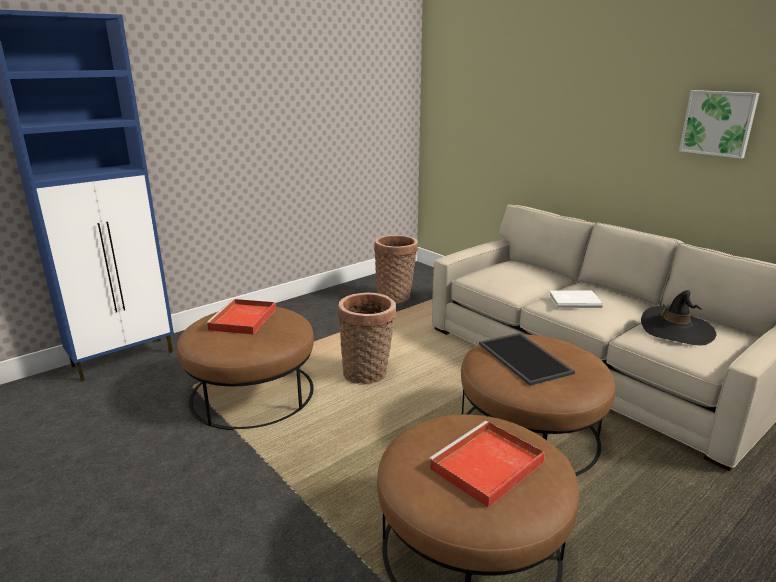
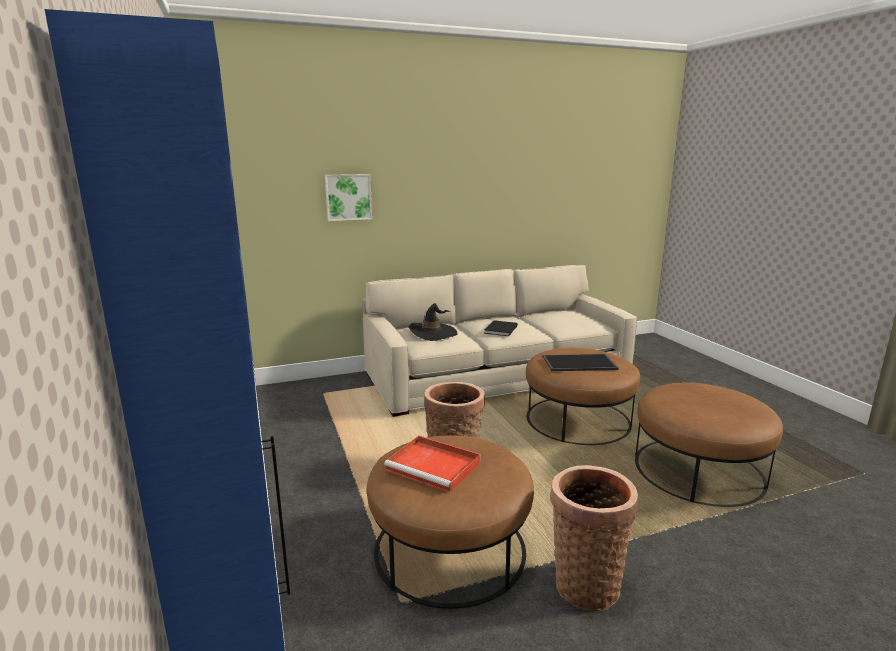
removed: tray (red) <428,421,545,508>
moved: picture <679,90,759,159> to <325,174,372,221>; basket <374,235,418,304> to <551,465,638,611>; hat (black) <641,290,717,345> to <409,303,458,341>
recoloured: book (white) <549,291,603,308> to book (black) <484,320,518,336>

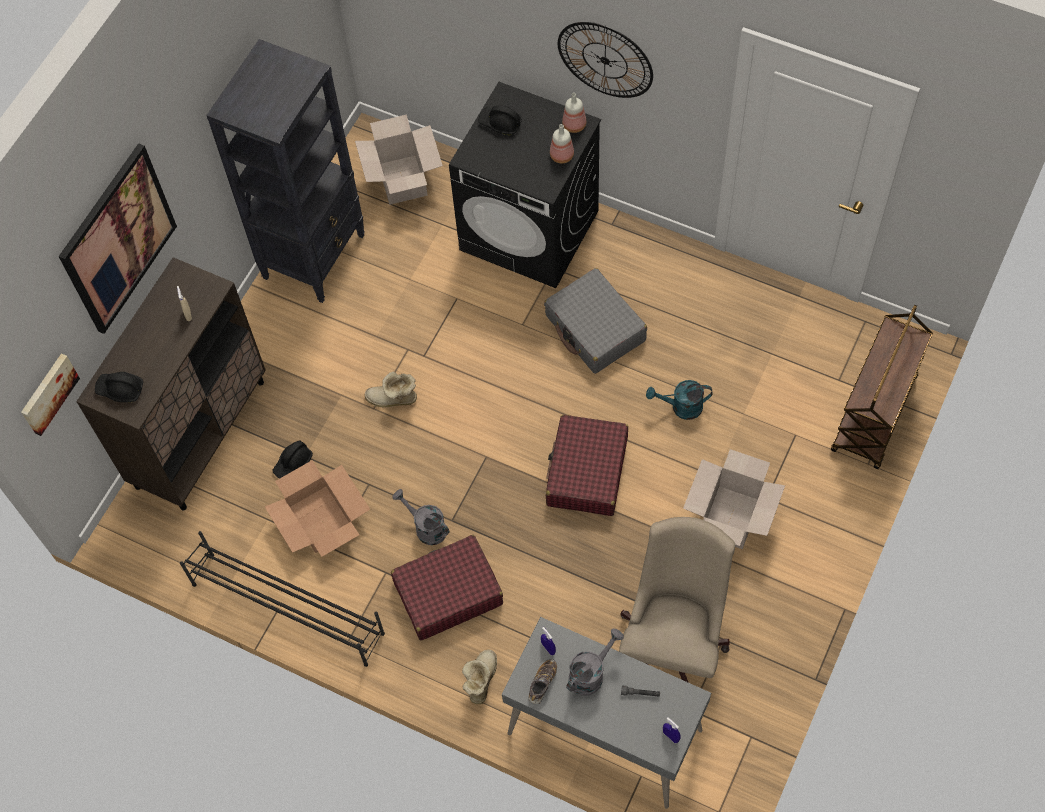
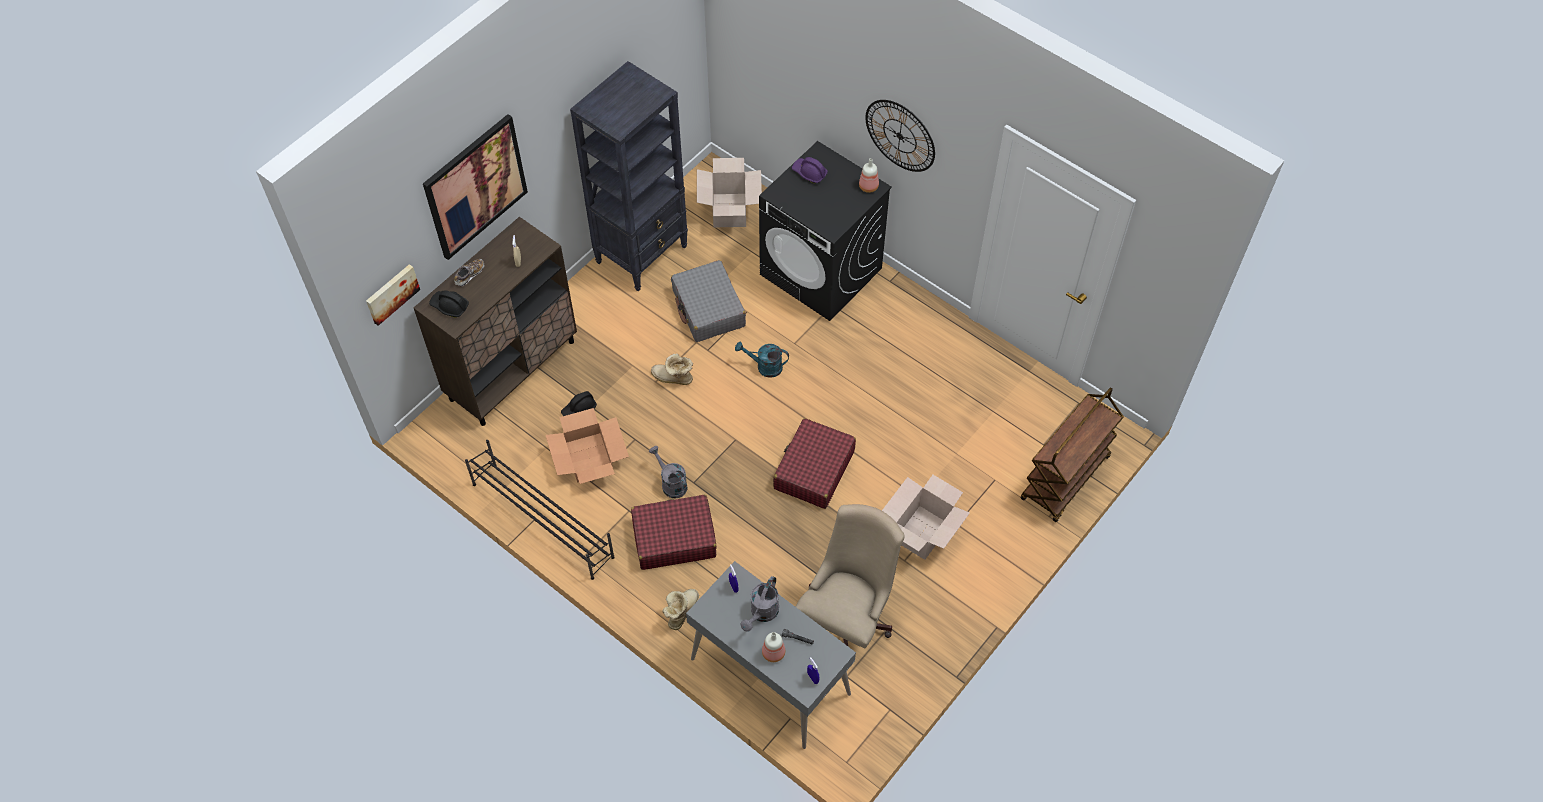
moved: bottle <550,124,574,163> to <762,632,785,662>; suitcase (grey) <544,268,647,374> to <671,260,746,342>; watering can (turquoise) <646,380,713,420> to <735,342,789,378>; shoe <528,659,557,704> to <454,259,485,287>
recoloured: hard hat (black) <478,105,522,135> to hard hat (purple) <792,157,828,183>
turned: watering can (grey) <566,628,624,696> = <741,576,779,632> 150 degrees clockwise

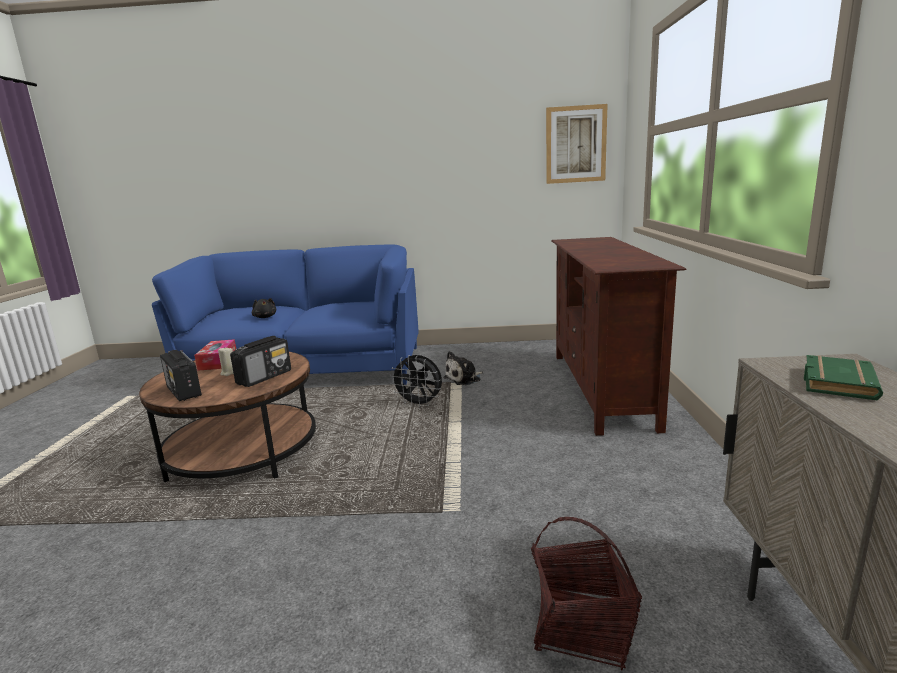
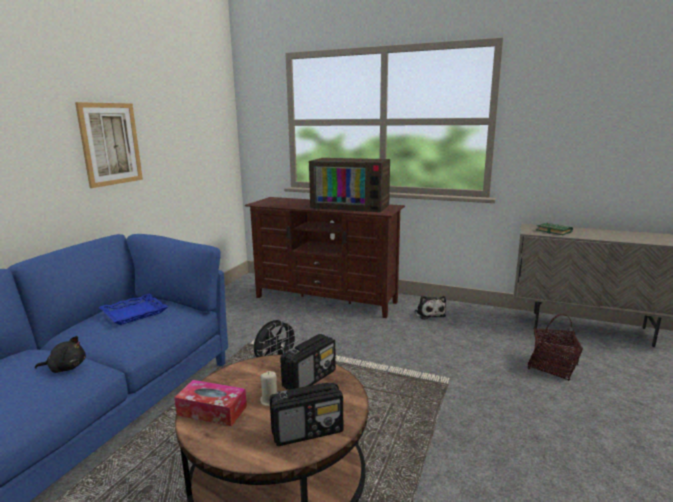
added: television <309,158,390,212>; tray (blue) <99,293,168,325>
moved: picture <546,104,608,184> to <75,102,143,188>; plush toy <444,351,483,385> to <415,296,446,320>
turned: radio <230,336,291,387> = <280,334,336,390> 75 degrees clockwise

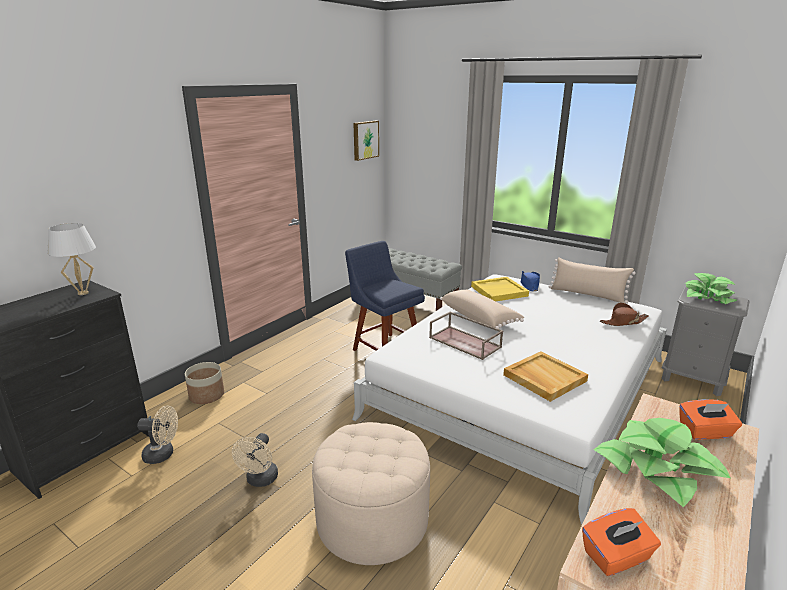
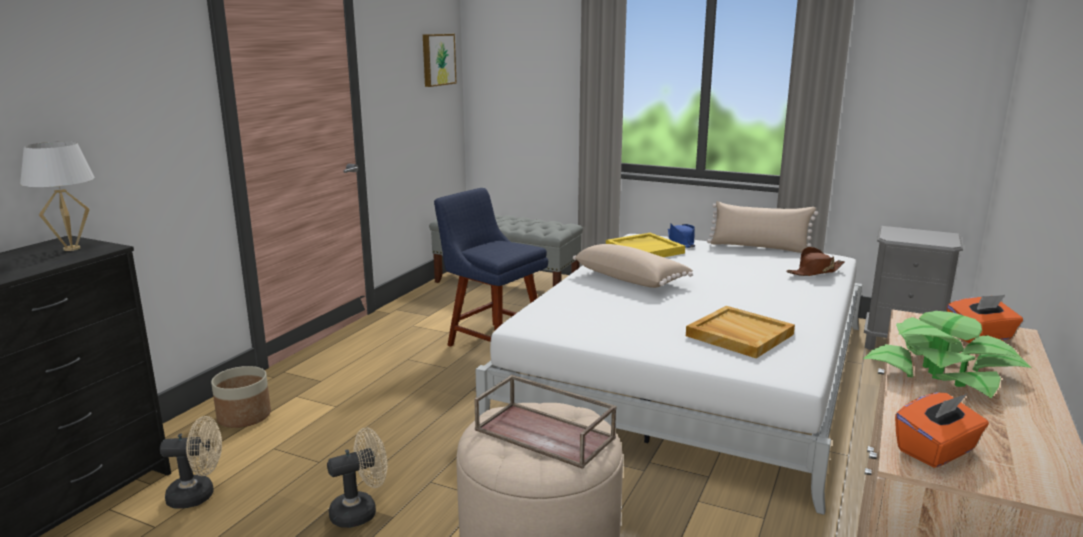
removed: potted plant <685,273,737,304>
moved: tray (brown) <429,312,503,360> to <474,375,617,469>
turned: fan (beige) <232,433,278,487> = <327,428,388,528> 120 degrees counterclockwise

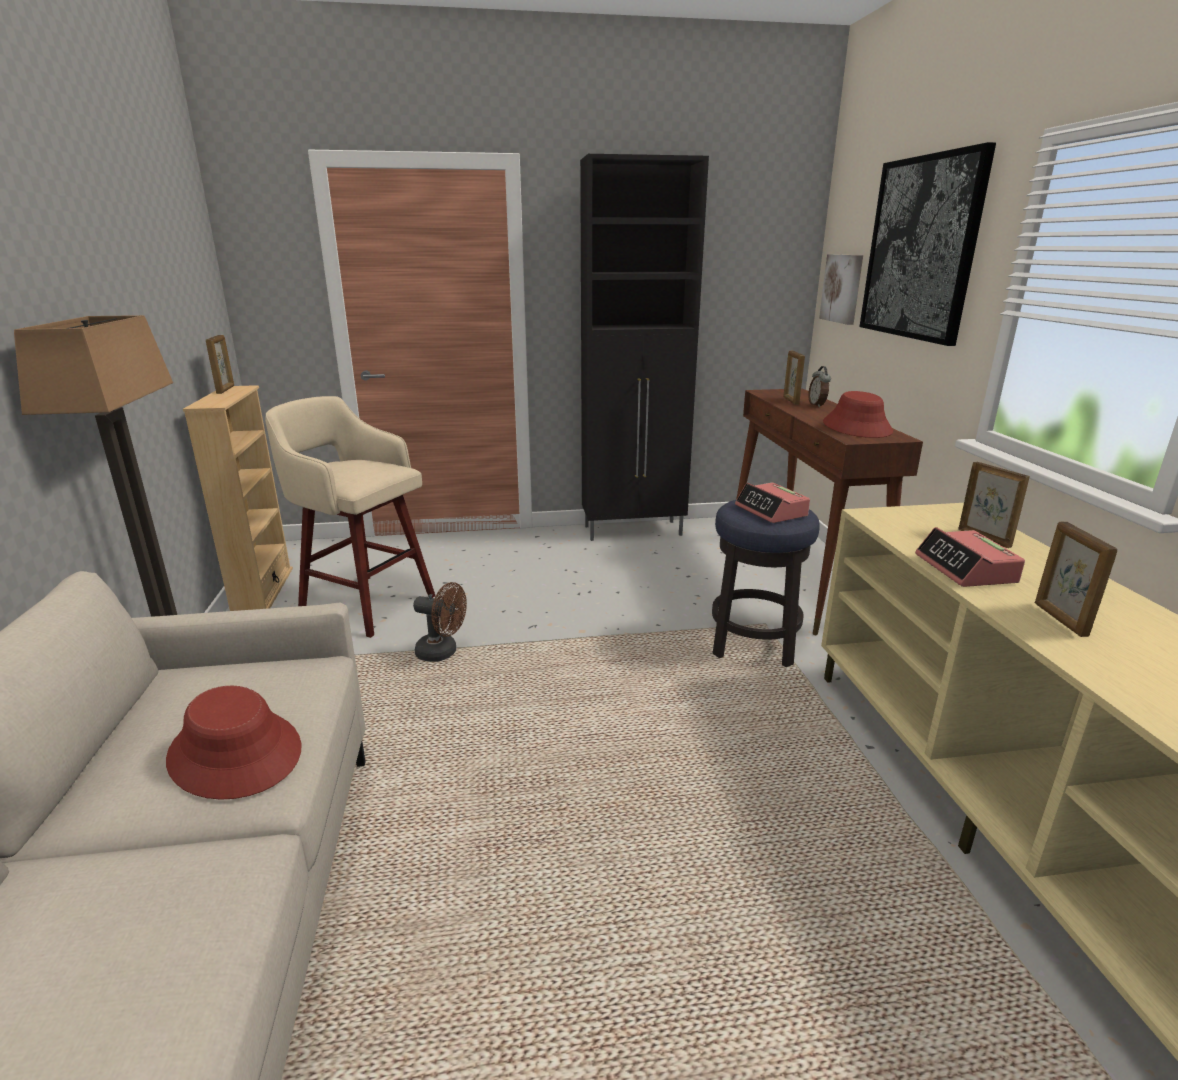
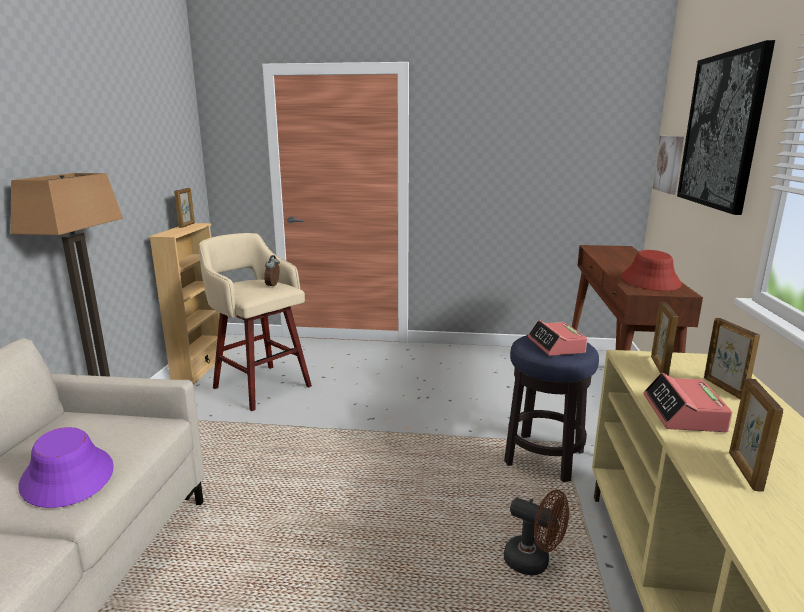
removed: cabinet (black) <580,154,709,541>
moved: picture frame <783,351,805,405> to <651,302,678,376>; alarm clock <808,366,831,408> to <264,255,280,287>; fan (brown) <413,582,467,662> to <504,490,569,576>
recoloured: hat (red) <166,686,302,800> to hat (purple) <19,427,114,508>

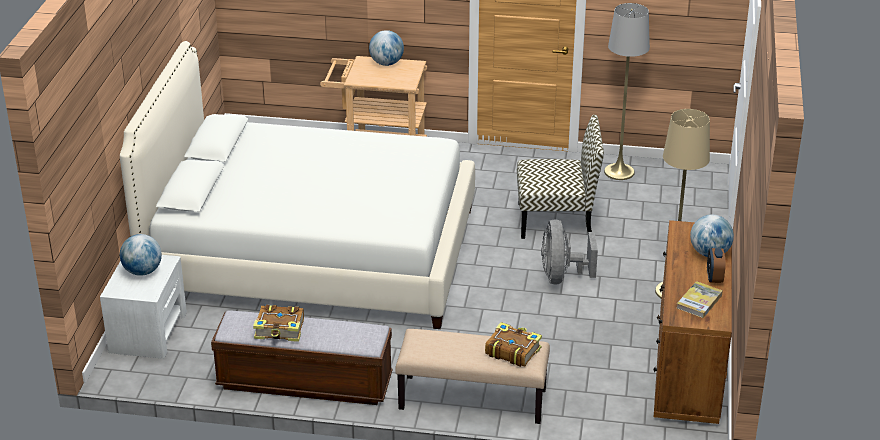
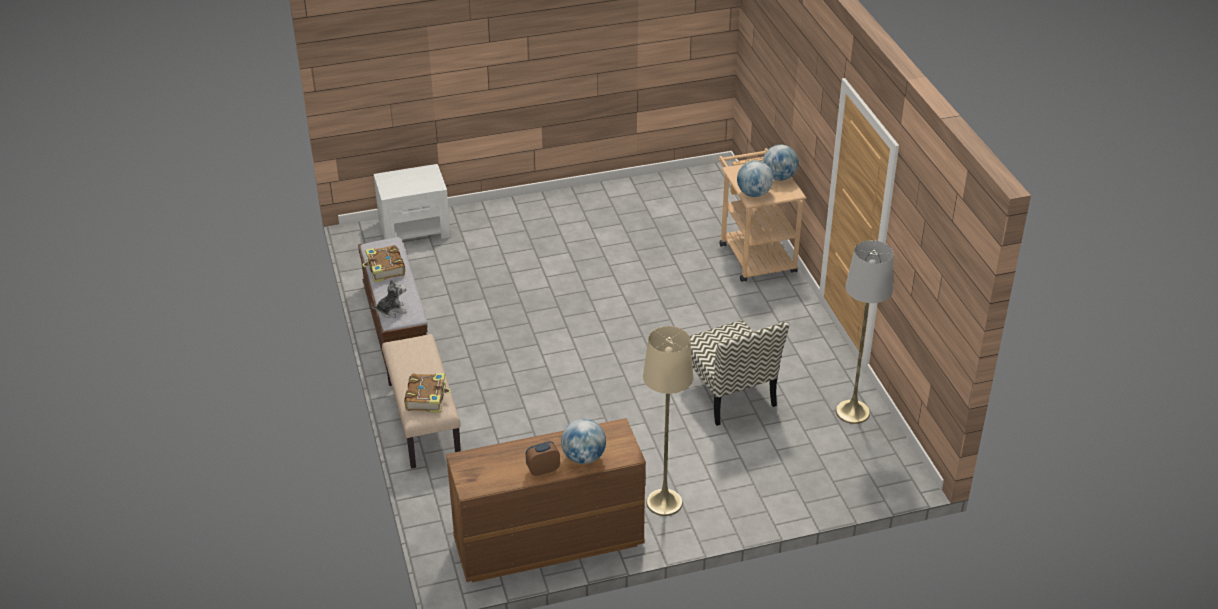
removed: bed (white) <120,41,475,329>; fan (grey) <541,219,598,284>; book <676,281,723,318>
added: plush toy <371,279,407,318>
moved: globe <120,234,162,276> to <737,160,773,197>

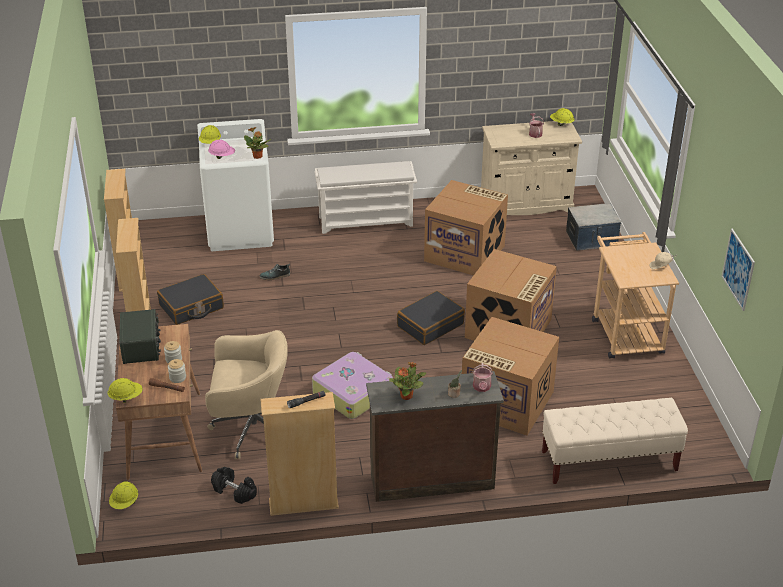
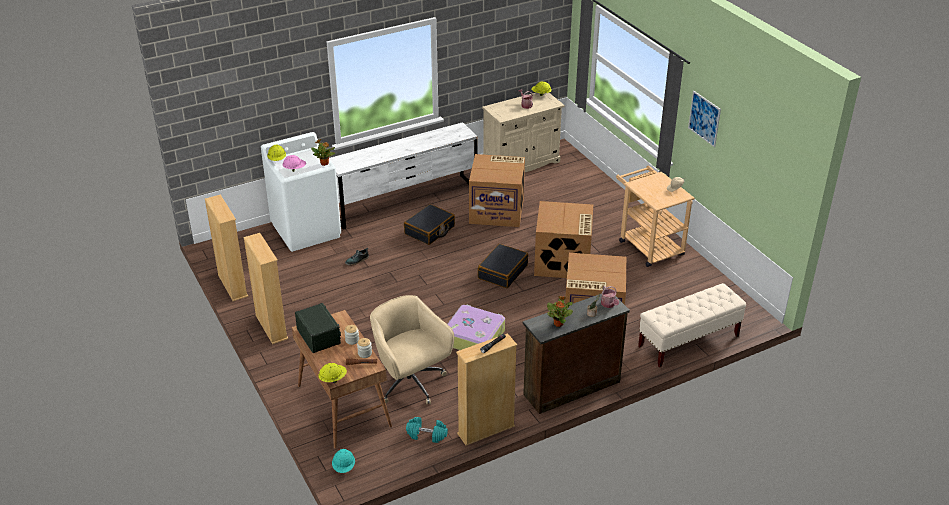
removed: storage box <566,203,621,251>
moved: picture <722,229,755,311> to <688,91,721,147>; suitcase (black) <157,274,224,325> to <404,204,455,245>
replaced: shoe rack (white) <315,161,417,234> to dresser (white) <329,122,478,229>
recoloured: dumbbell (black) <211,467,257,504> to dumbbell (turquoise) <406,417,448,443>; hard hat (yellow) <109,481,138,509> to hard hat (turquoise) <332,449,355,473>
turned: office chair (beige) <205,330,288,459> = <370,295,454,405> 105 degrees counterclockwise

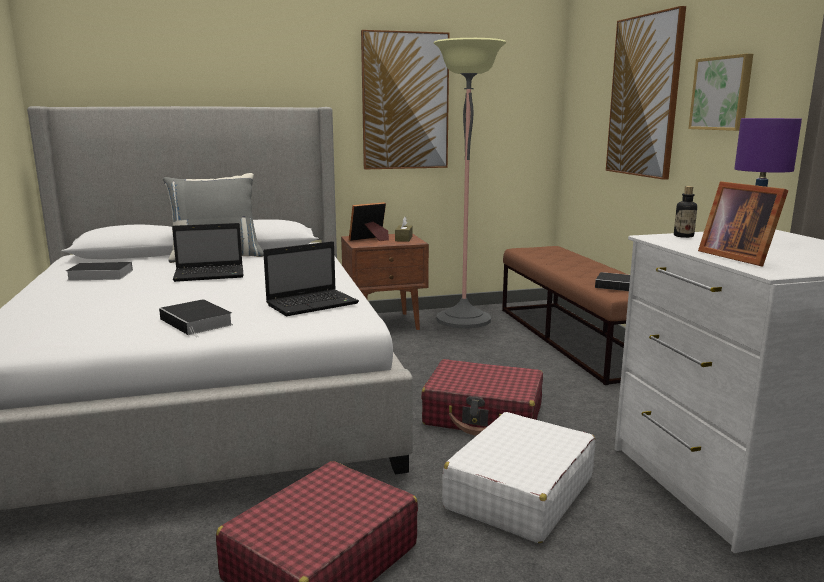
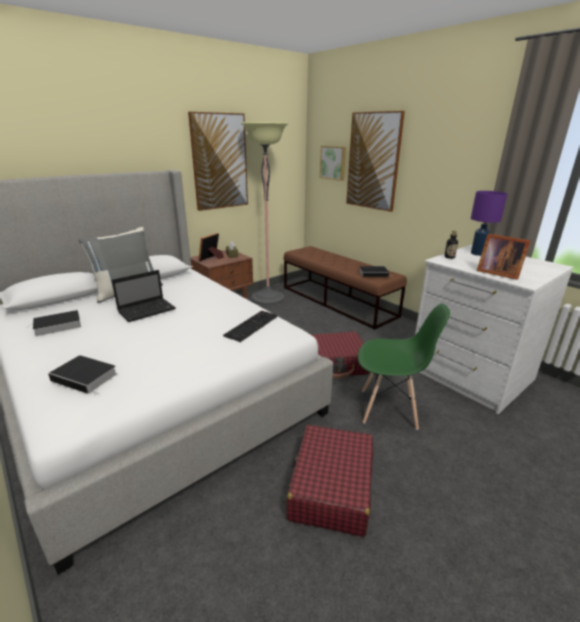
moved: picture <688,54,753,131> to <320,146,346,181>; book <159,299,233,337> to <48,355,117,395>
replaced: laptop <263,241,359,316> to keyboard <223,311,278,342>; suitcase (white) <442,412,595,543> to chair (green) <358,304,450,430>

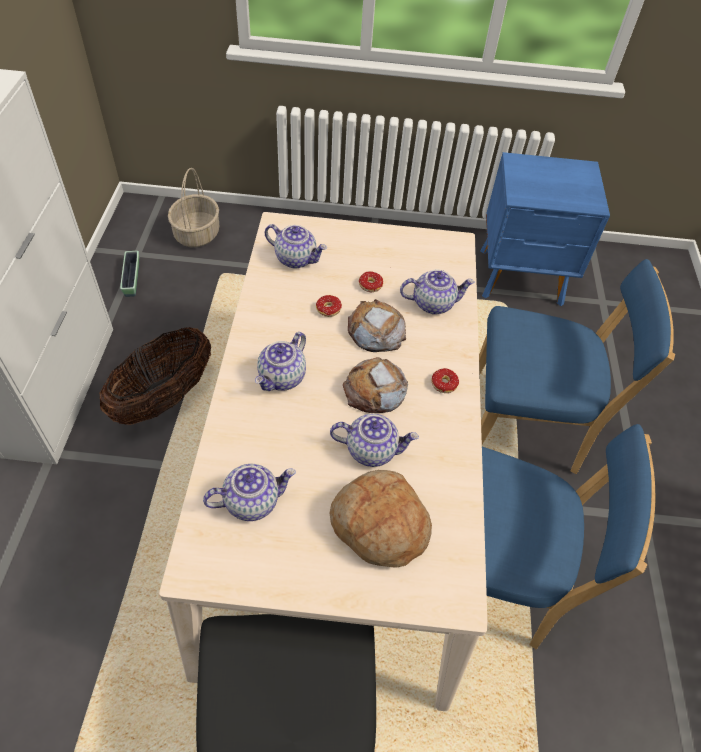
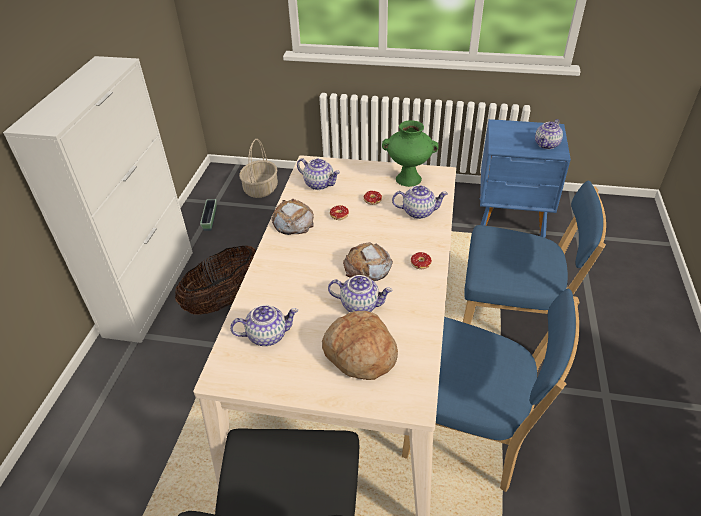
added: vase (green) <382,120,439,187>
moved: bread <348,299,406,352> to <272,198,314,235>; teapot <255,332,306,391> to <535,119,563,149>

